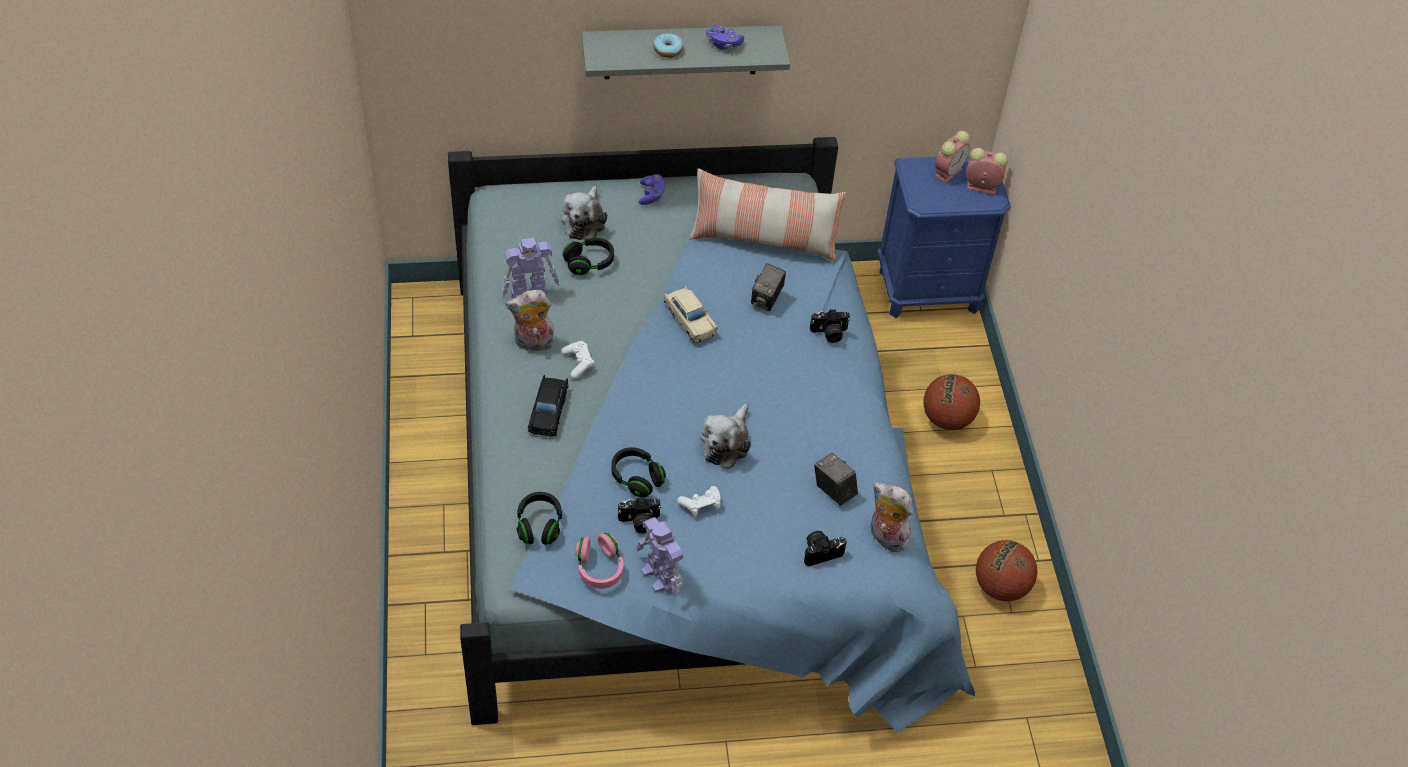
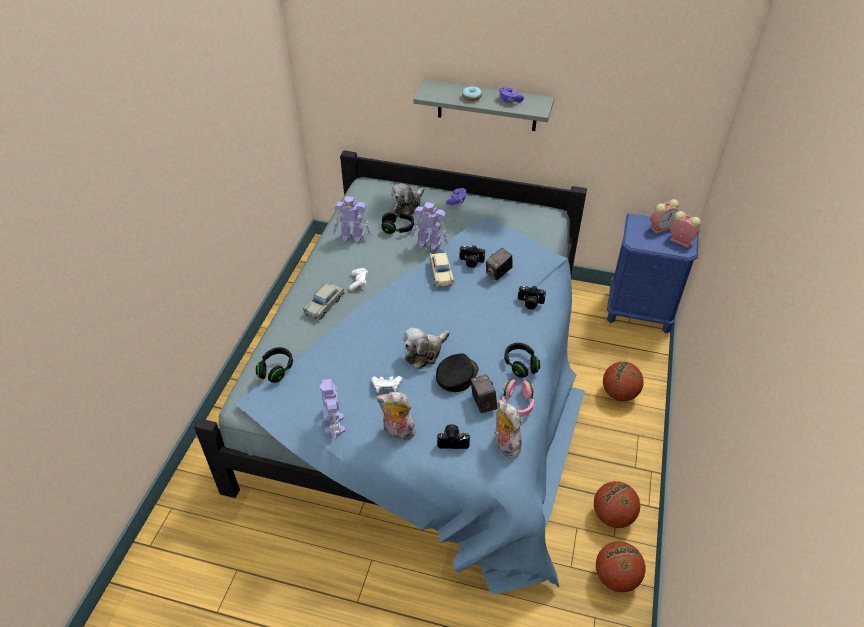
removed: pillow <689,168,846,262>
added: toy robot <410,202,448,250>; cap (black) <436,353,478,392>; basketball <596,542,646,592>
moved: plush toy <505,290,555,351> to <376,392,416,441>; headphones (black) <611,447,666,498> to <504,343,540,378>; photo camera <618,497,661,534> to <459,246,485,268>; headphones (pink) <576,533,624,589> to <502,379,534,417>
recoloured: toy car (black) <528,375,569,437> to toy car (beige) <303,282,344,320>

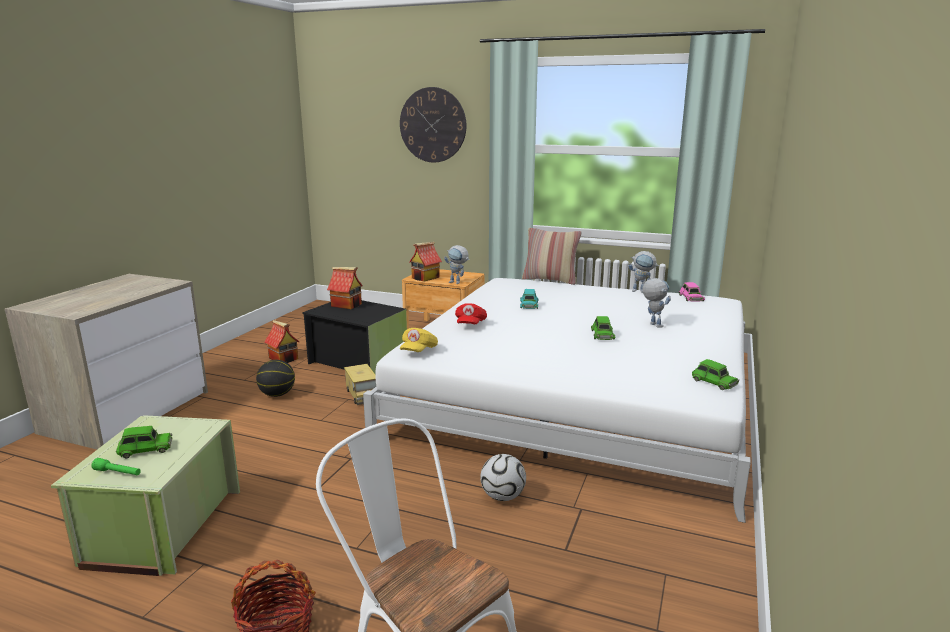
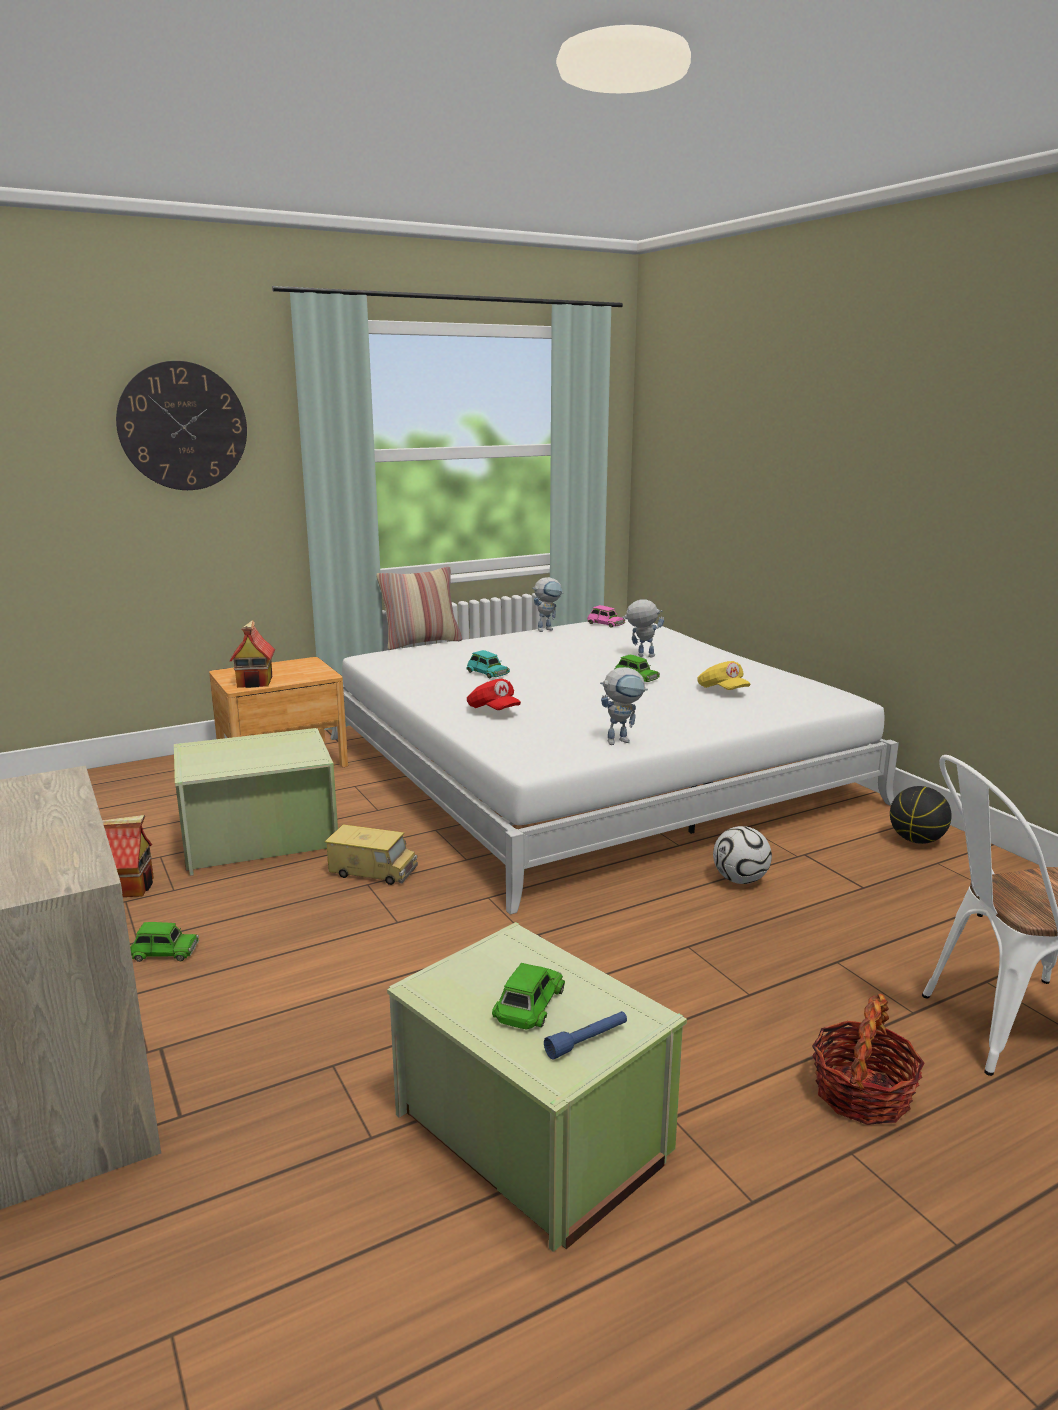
removed: toy house <327,267,362,309>
moved: toy robot <444,245,470,284> to <600,667,648,745>; cap (yellow) <400,328,438,352> to <697,661,751,690>; toy car (green) <692,359,739,390> to <130,922,199,962>; basketball <256,360,295,397> to <890,786,952,844>
recoloured: storage box (black) <302,300,407,375> to storage box (green) <174,728,338,876>; flashlight (green) <92,458,141,475> to flashlight (blue) <544,1011,627,1060>

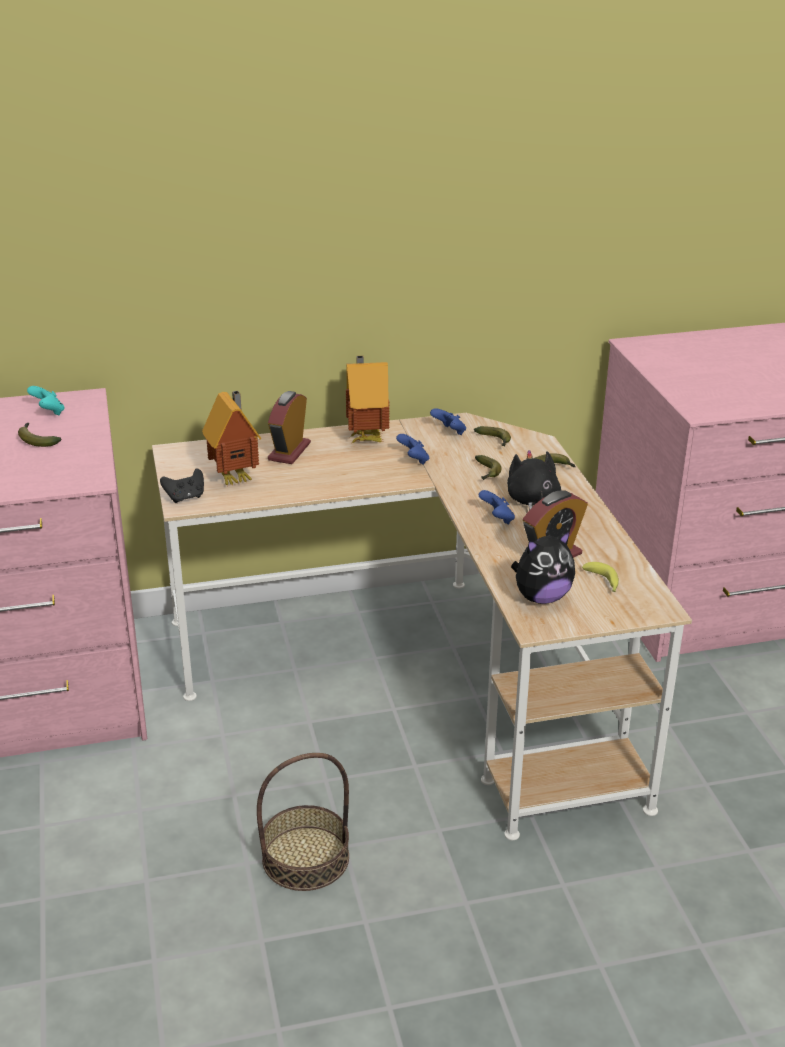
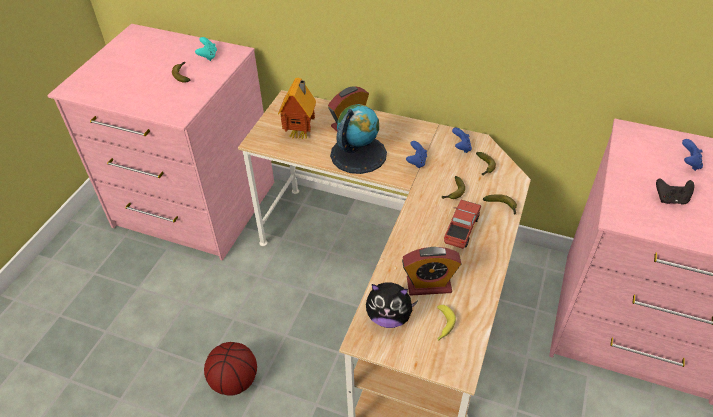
removed: toy house <346,356,389,443>
added: globe <330,104,387,174>
moved: game controller (black) <160,468,204,503> to <656,178,694,205>; game controller (blue) <479,490,515,524> to <682,139,703,171>
replaced: plush toy (black) <507,450,561,510> to toy truck <444,200,481,249>; basket <257,753,349,891> to basketball <204,342,257,396>

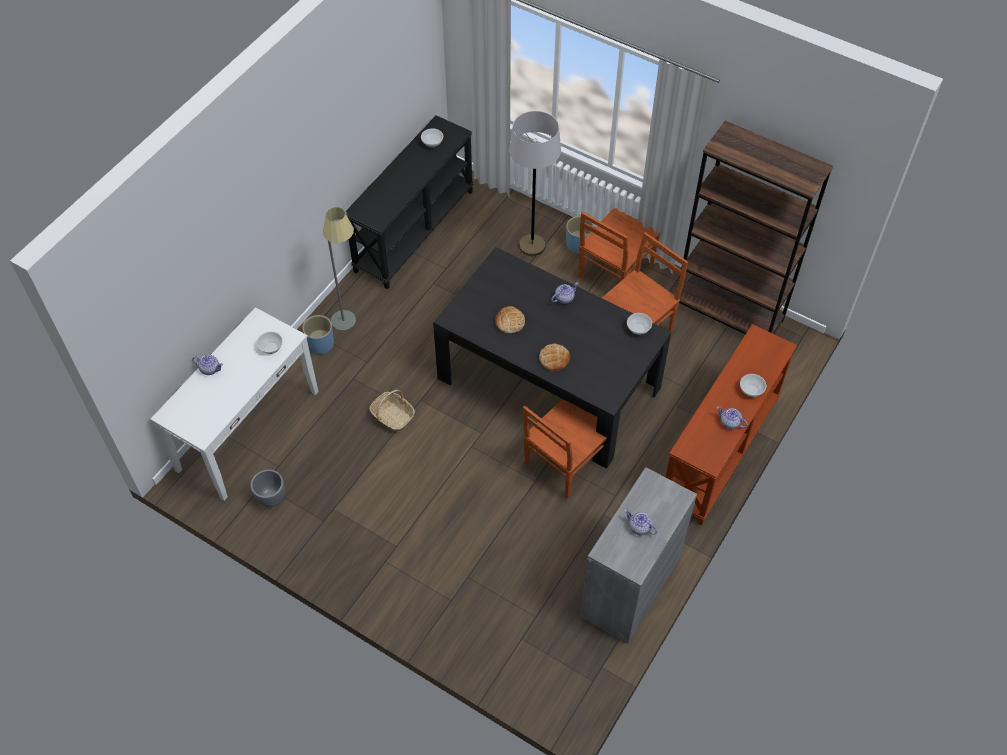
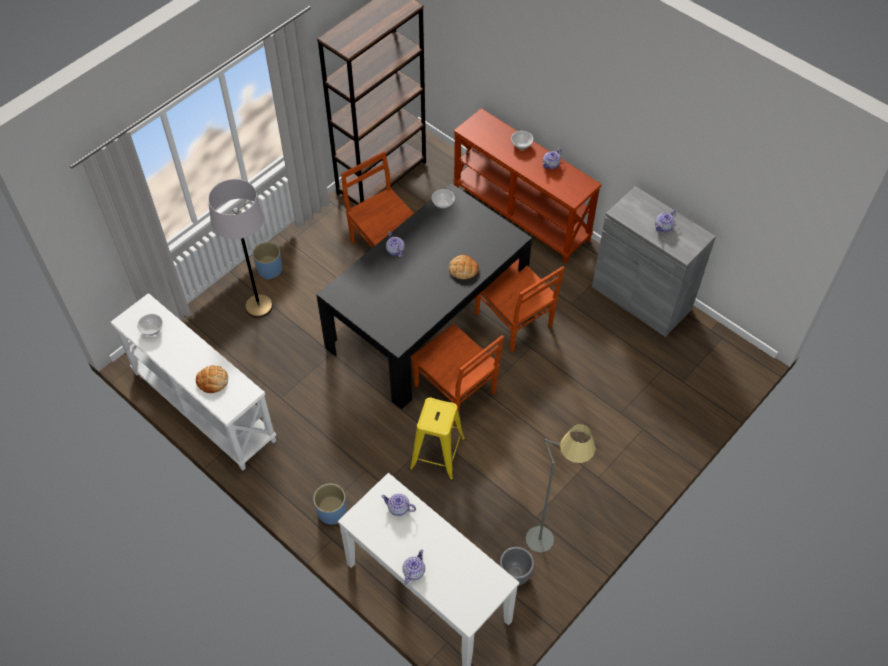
moved: floor lamp (grey) <323,207,356,331> to <526,424,596,553>; chair (brown) <578,208,661,282> to <411,324,504,424>; bread <495,306,525,334> to <196,365,228,393>
replaced: bowl <257,332,283,354> to teapot <381,493,416,516>; basket <369,390,415,432> to stool (yellow) <410,398,465,481>
recoloured: console table (black) <345,115,474,290> to console table (white) <111,293,276,471>

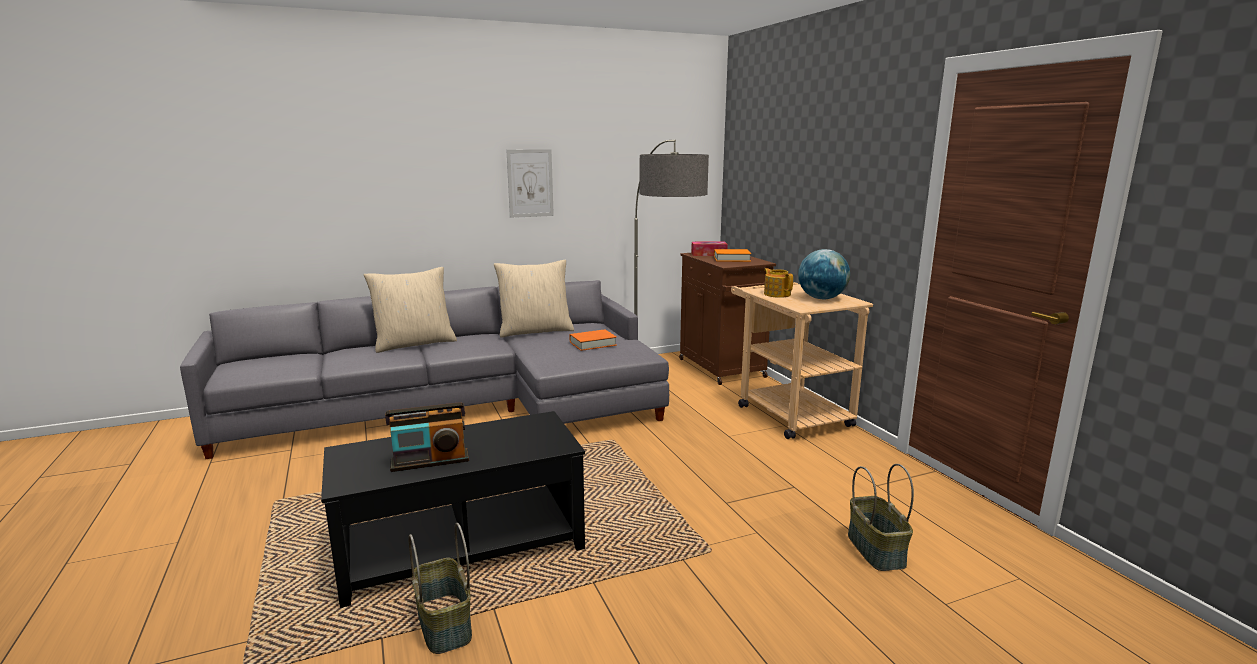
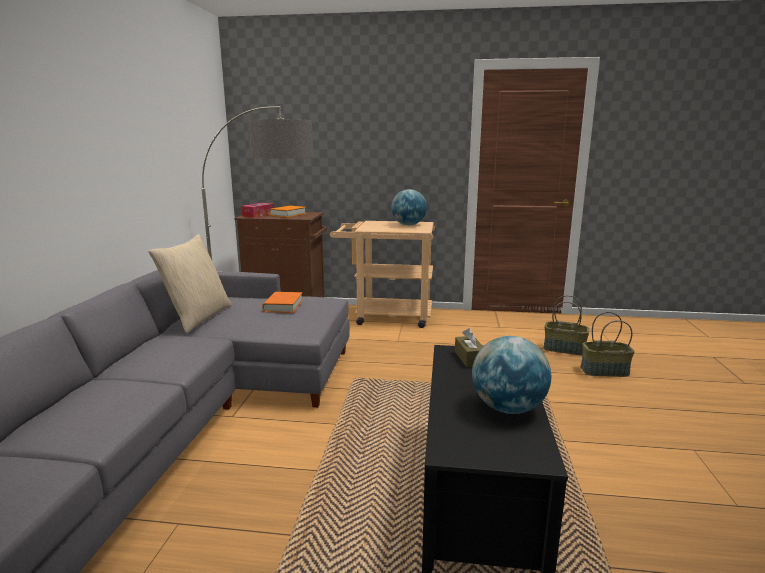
removed: picture <506,149,554,218>; pillow (beige) <364,267,457,353>; teapot <764,268,793,298>
added: tissue box (brown) <455,328,483,367>
moved: basket <409,523,472,654> to <581,312,635,377>
replaced: radio <385,402,469,472> to globe <472,336,551,414>

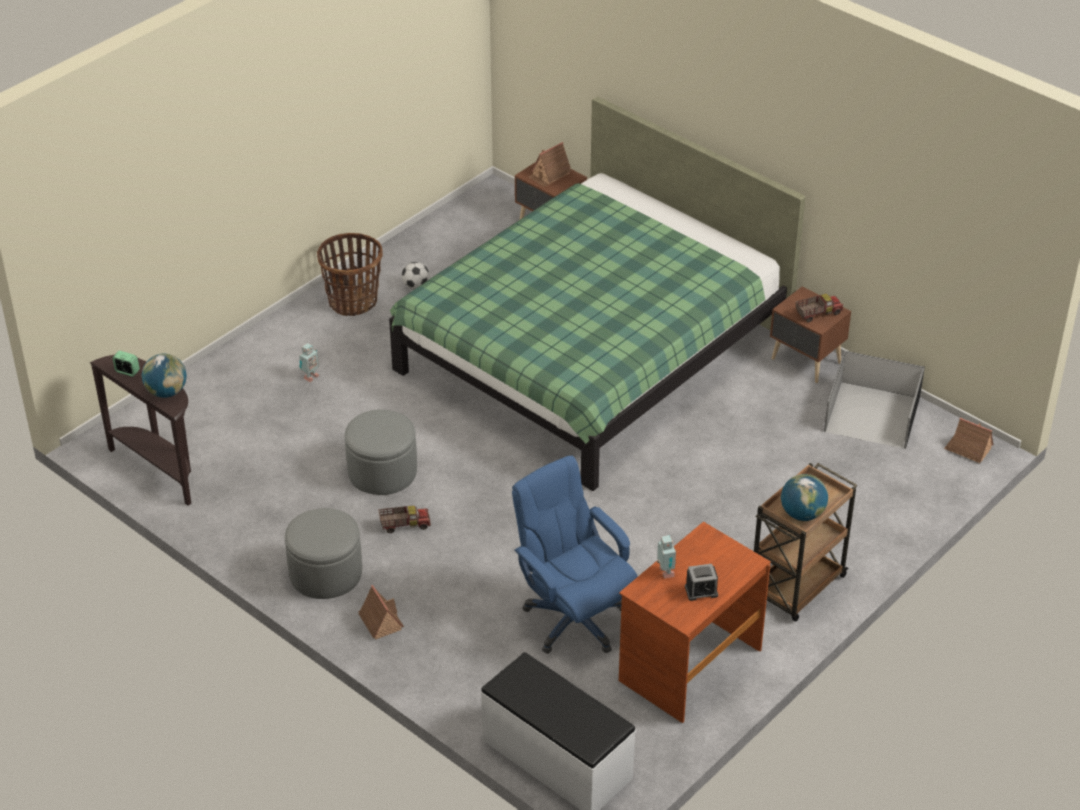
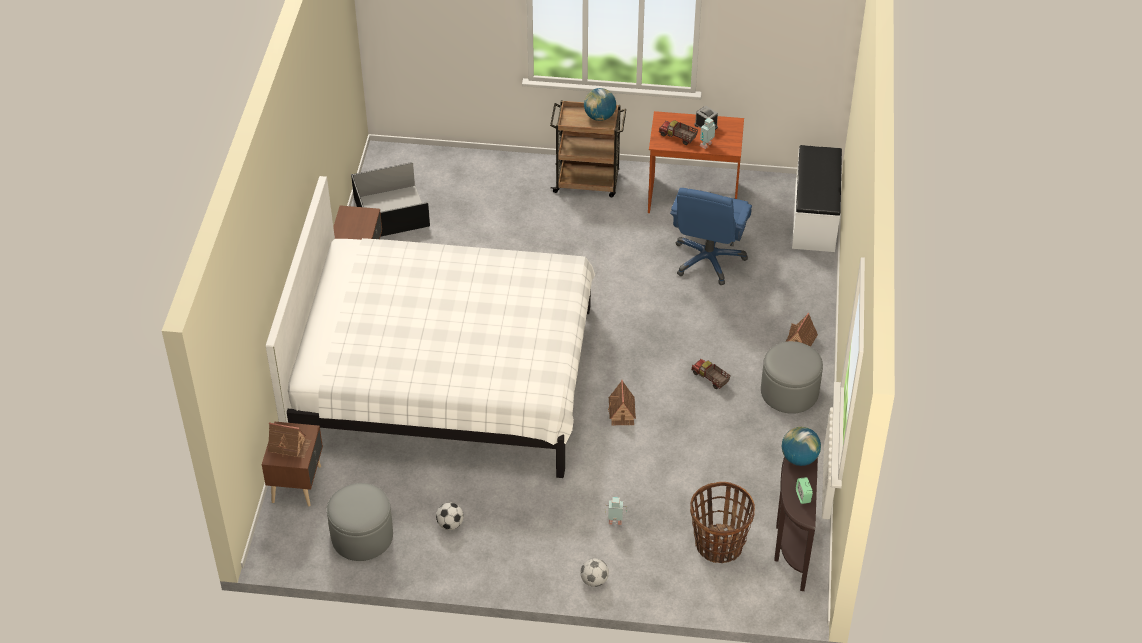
added: football <580,558,609,587>
moved: basket <317,233,383,316> to <690,482,755,563>; toy truck <795,294,843,322> to <659,120,698,145>; ottoman (grey) <345,410,417,495> to <327,483,393,561>; toy house <944,418,993,463> to <608,380,636,425>
recoloured: bed (green) <389,96,806,491> to bed (white) <265,176,595,478>

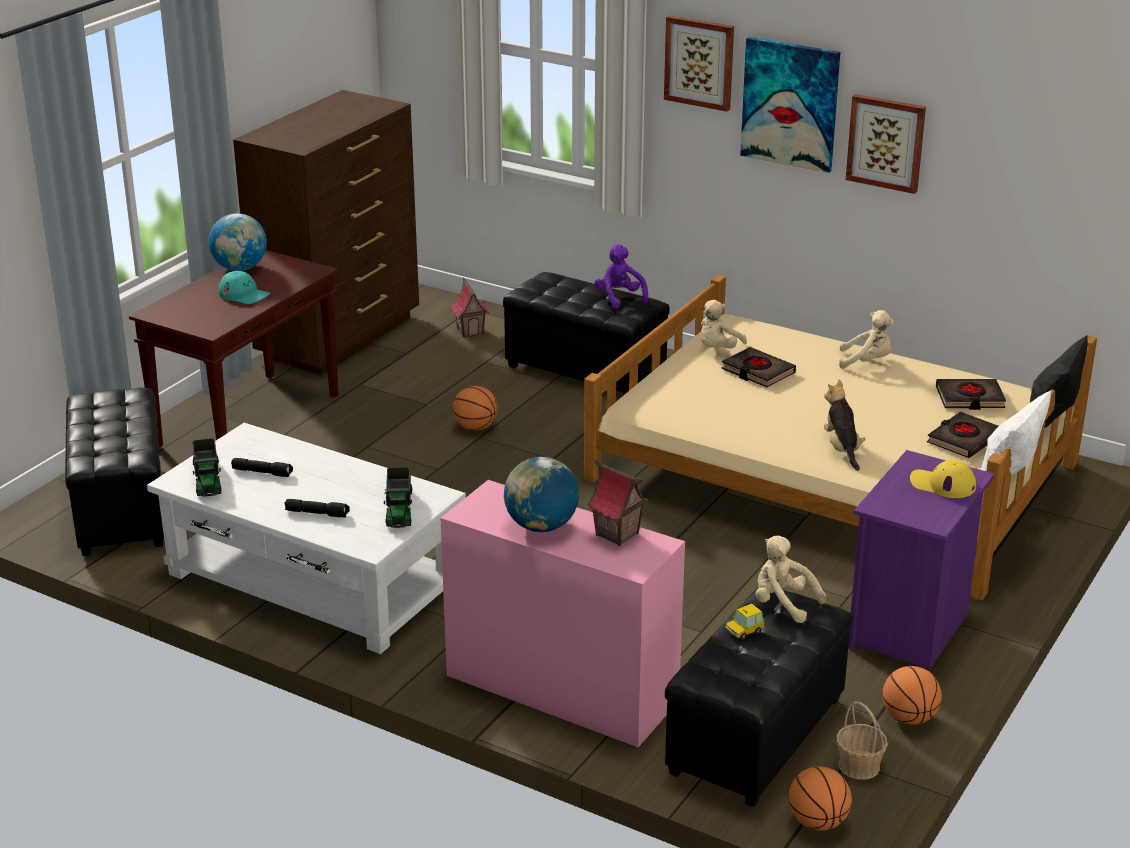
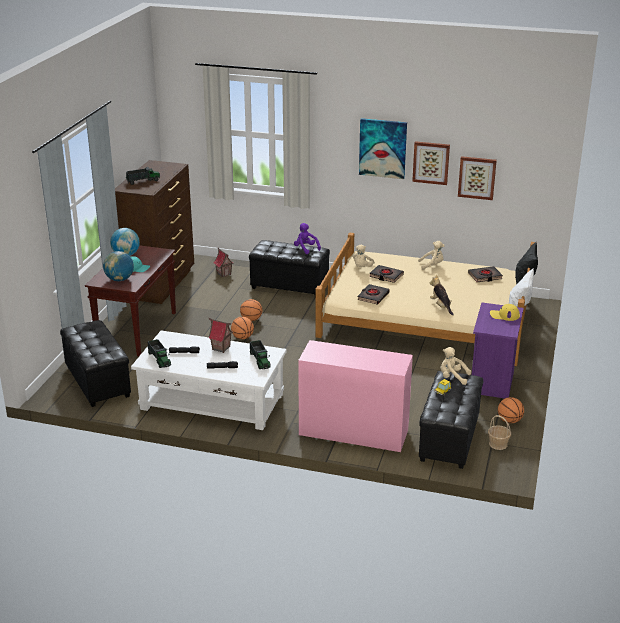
added: toy truck <126,167,160,185>
moved: picture <664,15,734,112> to <458,156,497,200>; book (black) <927,412,999,458> to <357,284,390,305>; globe <504,457,579,532> to <103,251,134,281>; toy house <587,460,649,546> to <208,318,233,353>; basketball <788,766,852,831> to <231,317,254,339>

